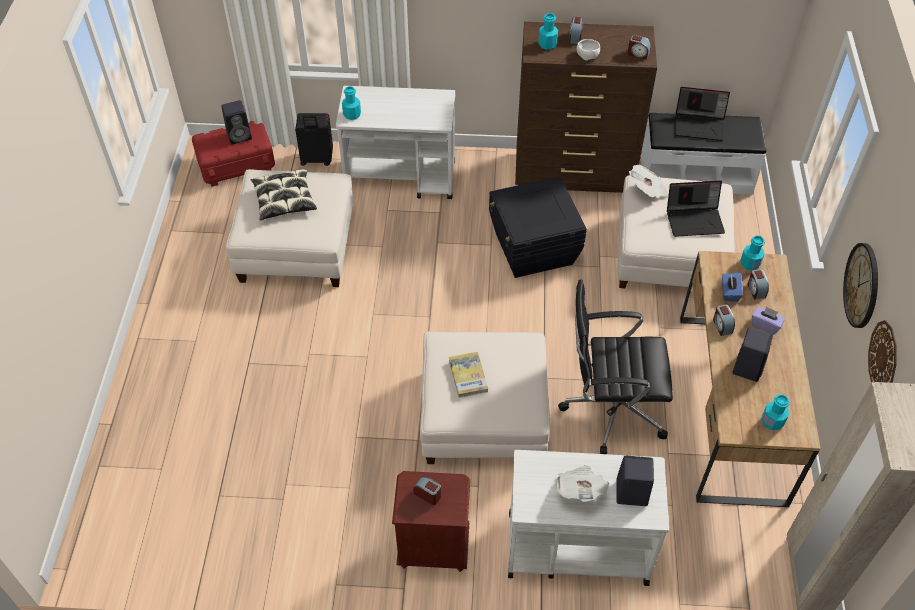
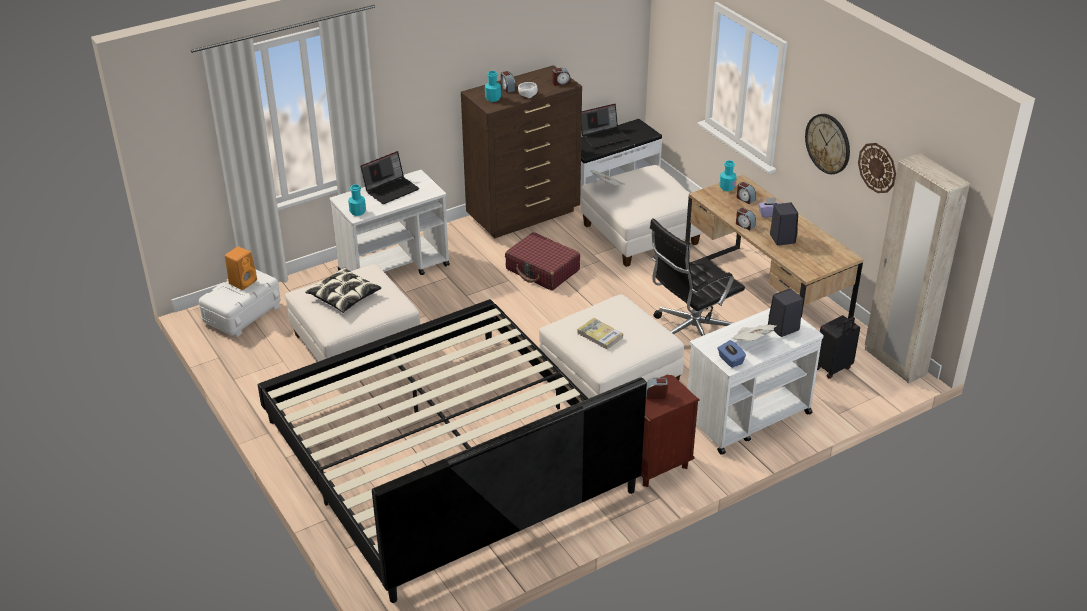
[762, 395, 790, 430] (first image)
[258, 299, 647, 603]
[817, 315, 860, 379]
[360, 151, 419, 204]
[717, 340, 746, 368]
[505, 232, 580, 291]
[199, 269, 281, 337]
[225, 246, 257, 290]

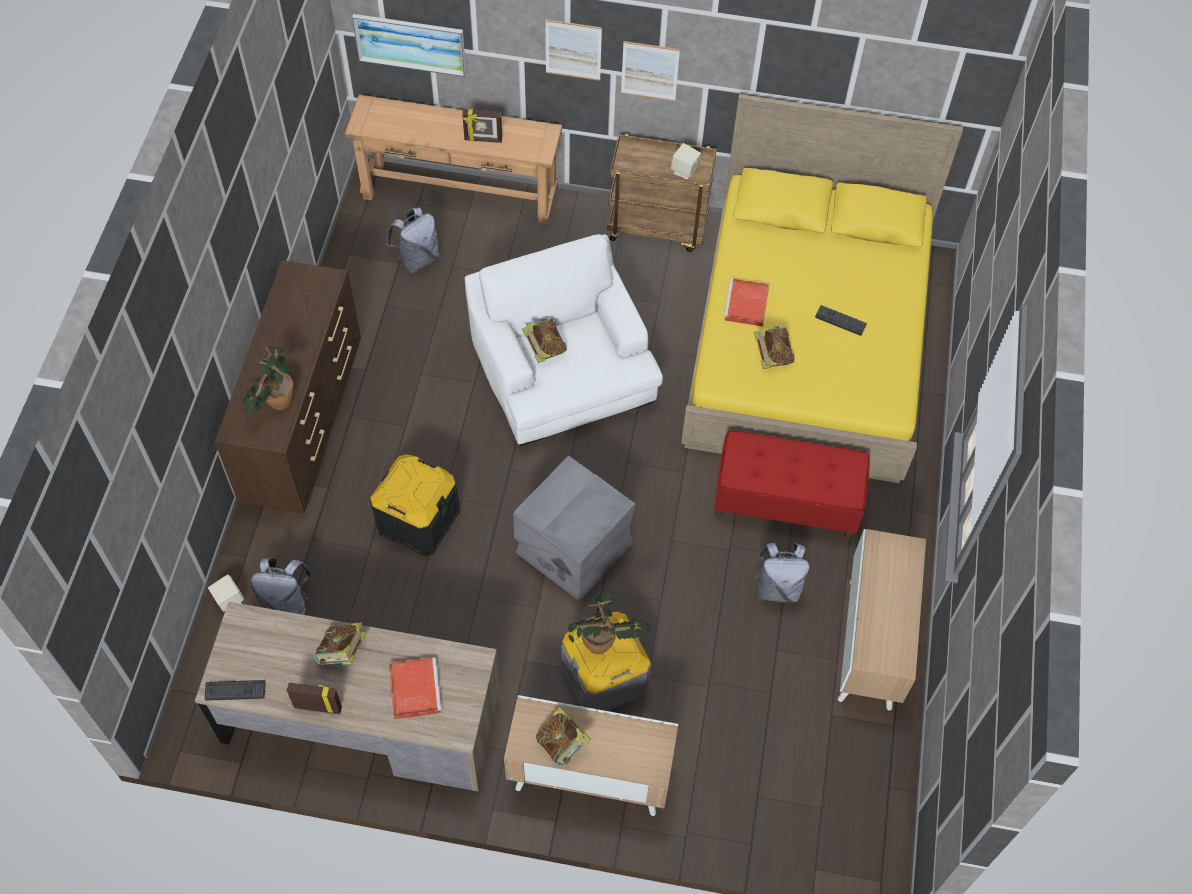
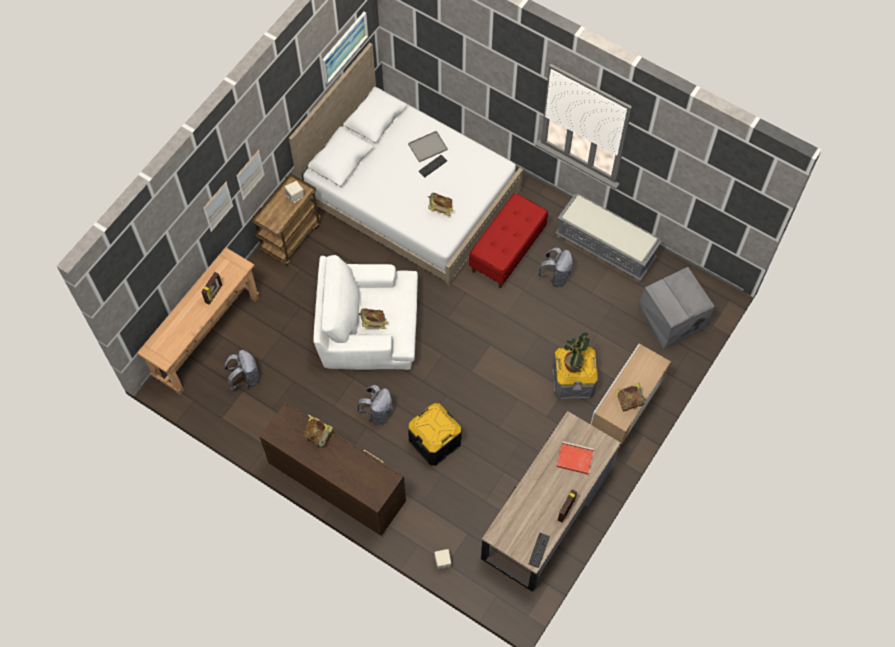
[243, 346, 294, 415] (first image)
[724, 279, 770, 327] (first image)
[408, 130, 448, 162]
[357, 385, 393, 425]
[303, 416, 333, 447]
[322, 12, 369, 84]
[638, 267, 714, 349]
[556, 193, 662, 282]
[289, 43, 523, 286]

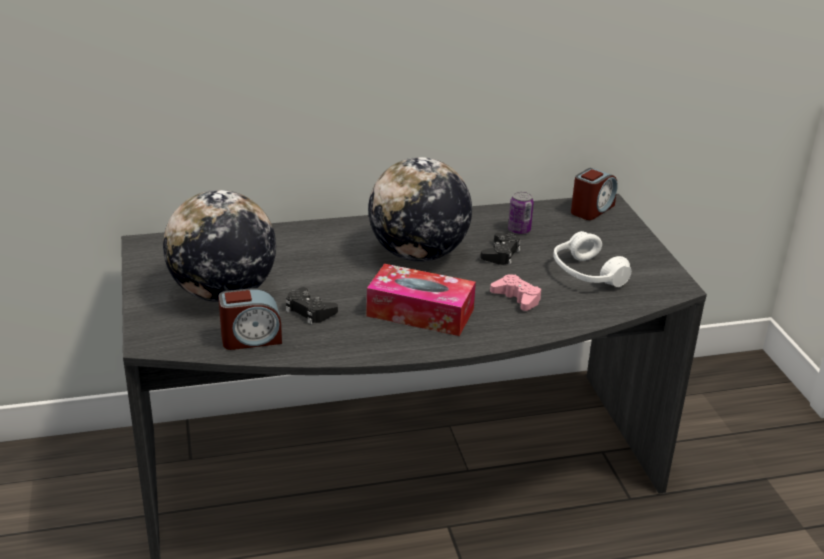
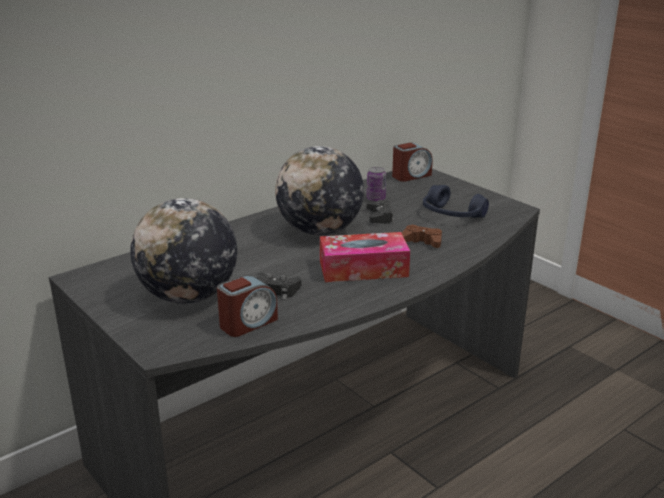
[402, 225, 442, 248]
[423, 185, 489, 218]
[392, 143, 433, 182]

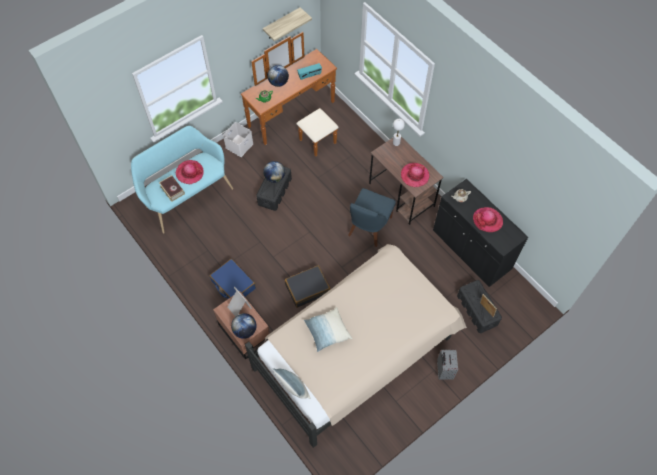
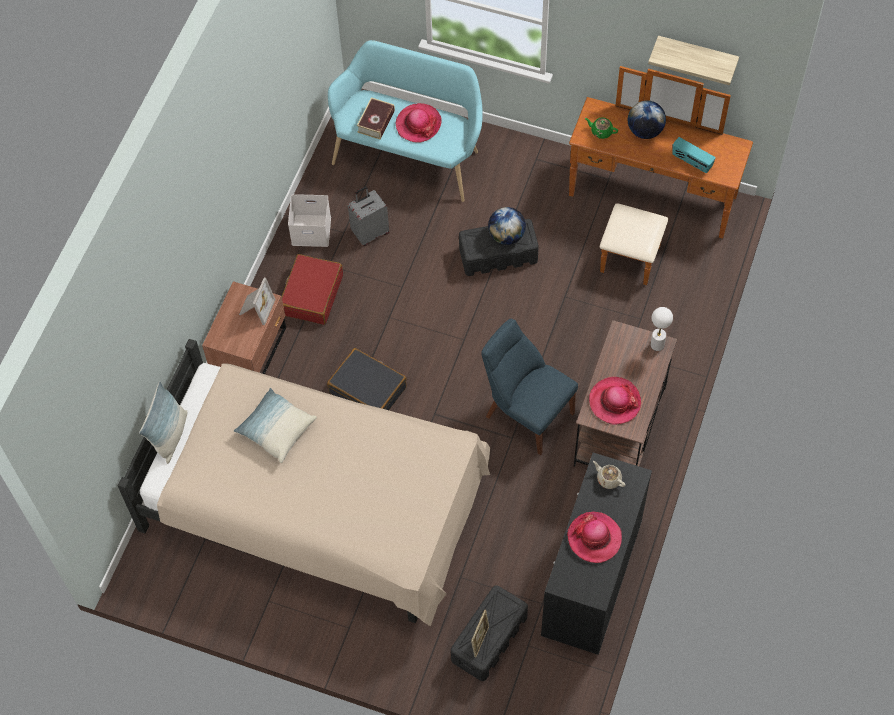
[231, 313, 256, 339] (first image)
[288, 194, 331, 247]
[348, 186, 389, 246]
[282, 254, 343, 325]
[481, 319, 578, 455]

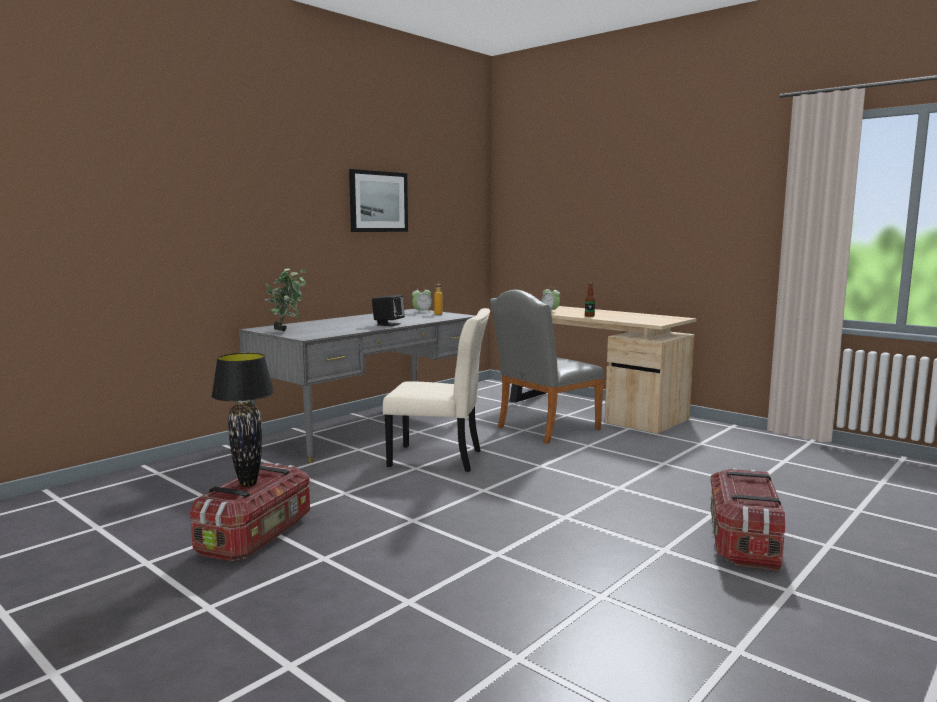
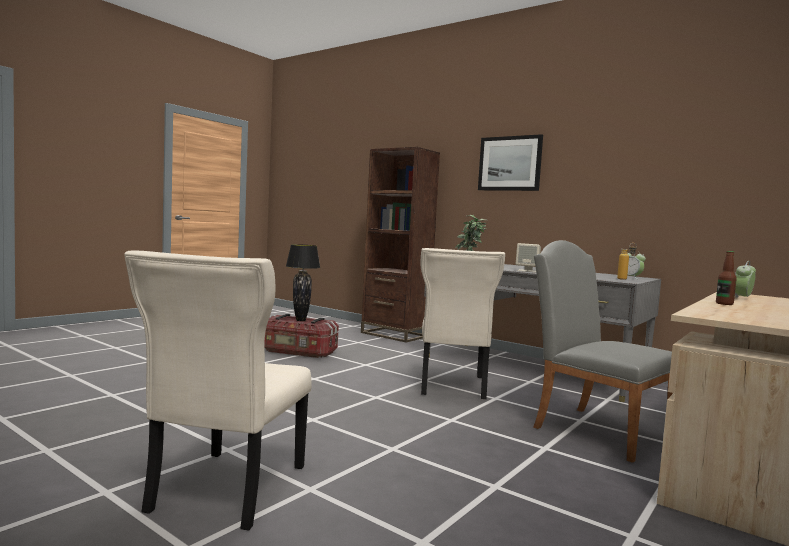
[361, 147, 440, 342]
[478, 134, 543, 191]
[124, 251, 311, 531]
[516, 243, 541, 272]

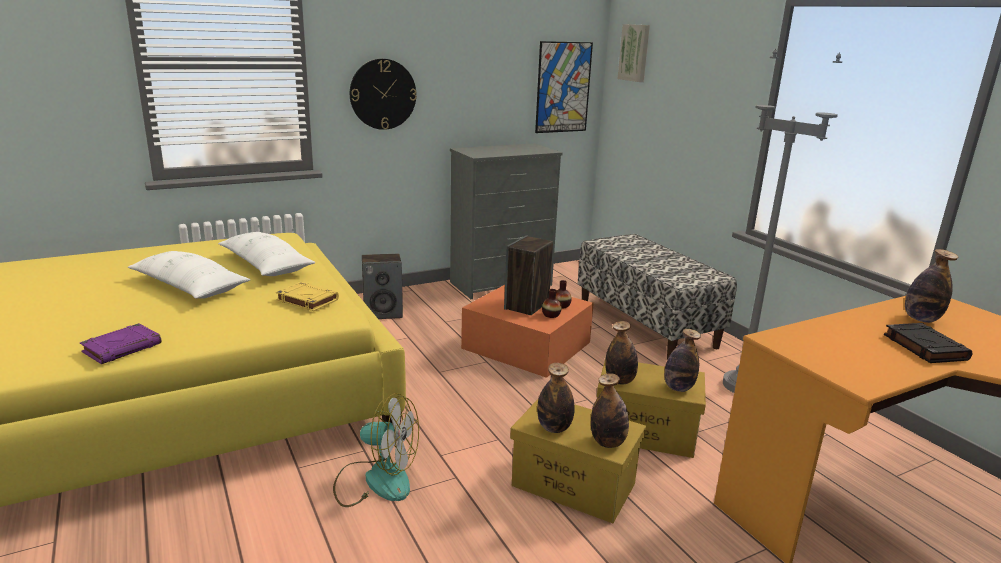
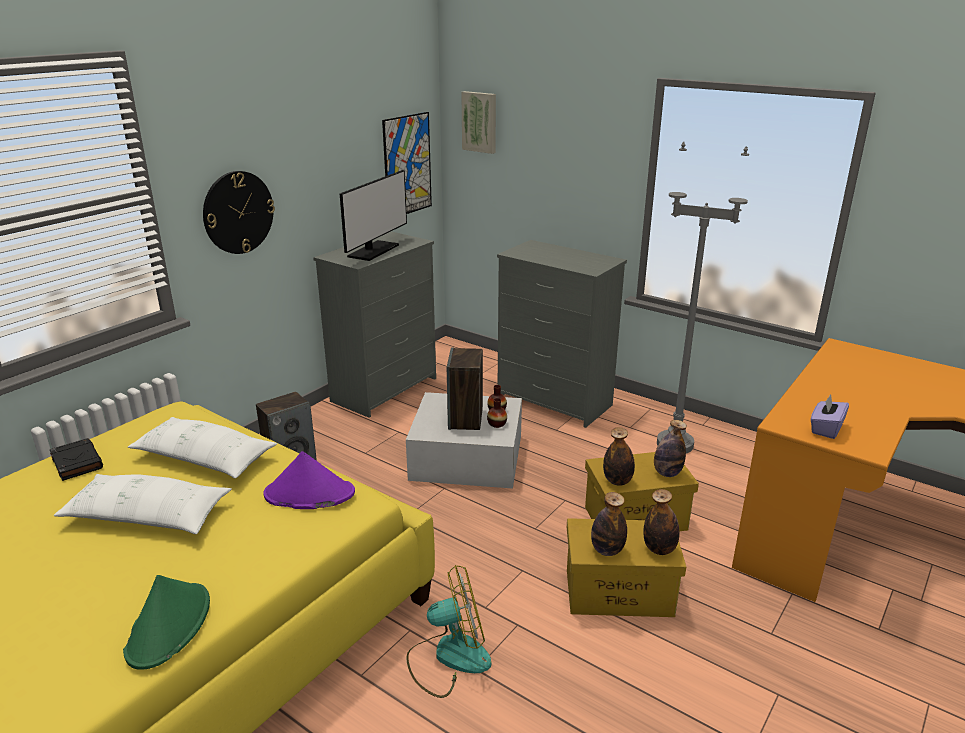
[905, 249, 958, 323] (first image)
[340, 170, 407, 261]
[811, 394, 849, 439]
[50, 438, 103, 481]
[123, 575, 210, 670]
[263, 451, 355, 509]
[497, 240, 627, 428]
[406, 392, 522, 489]

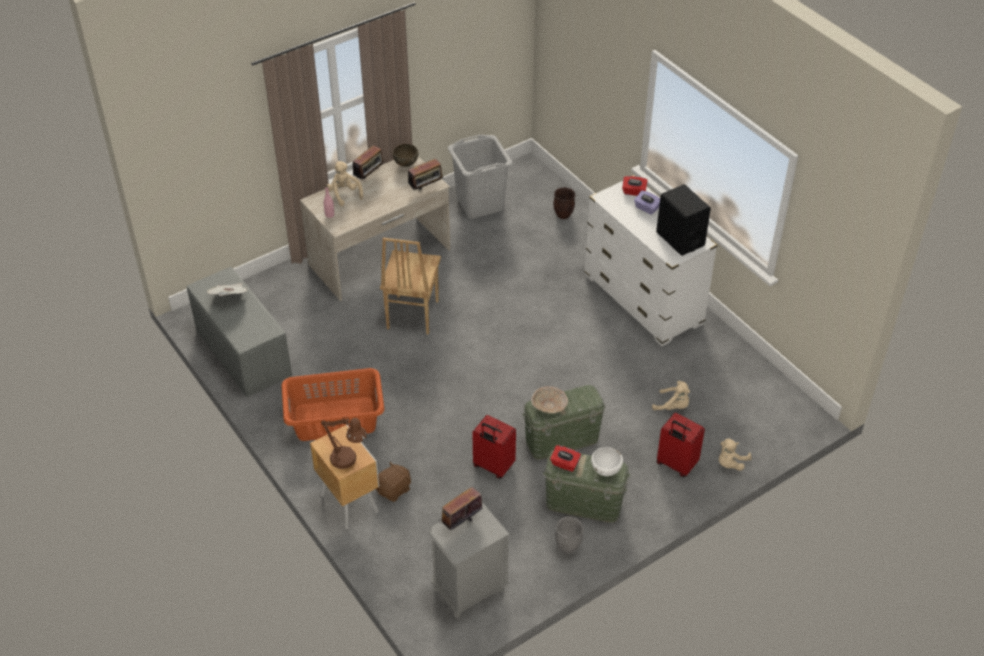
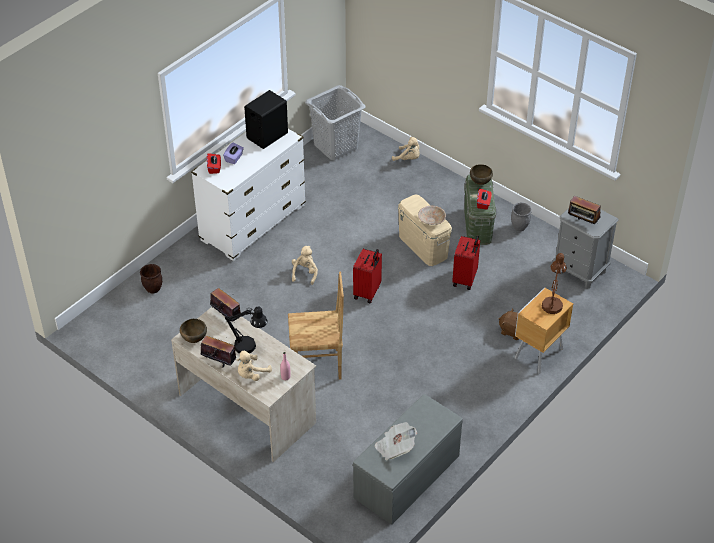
[281, 368, 384, 441] (first image)
[225, 307, 268, 354]
[305, 85, 365, 160]
[292, 246, 318, 285]
[353, 249, 382, 303]
[398, 194, 452, 266]
[470, 164, 493, 185]

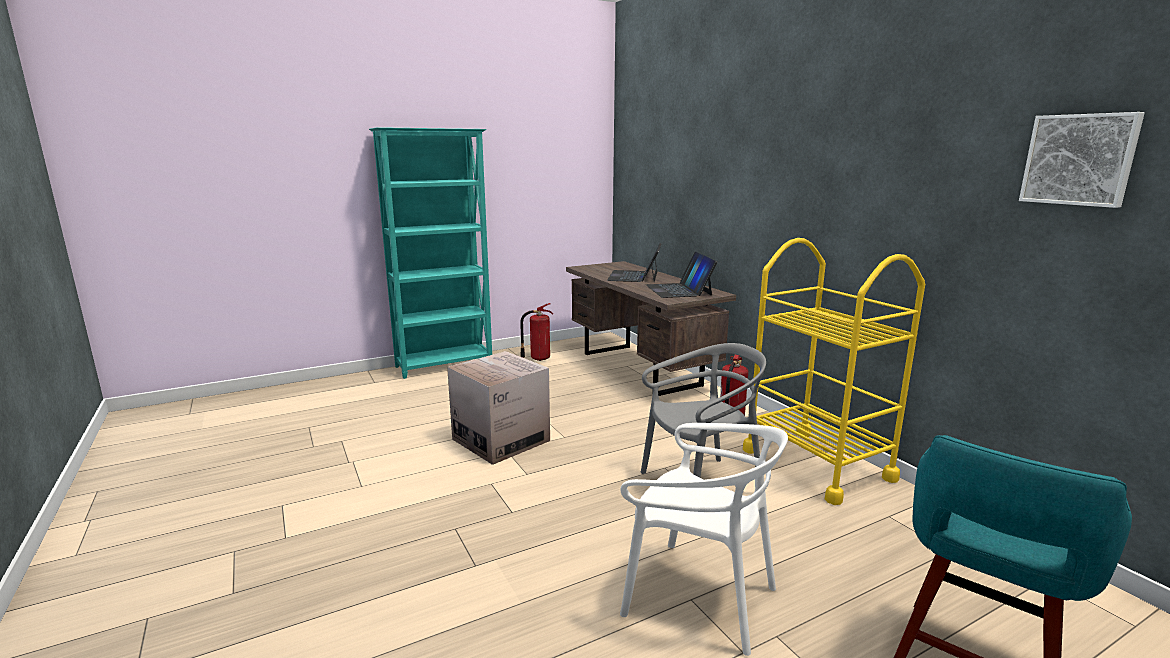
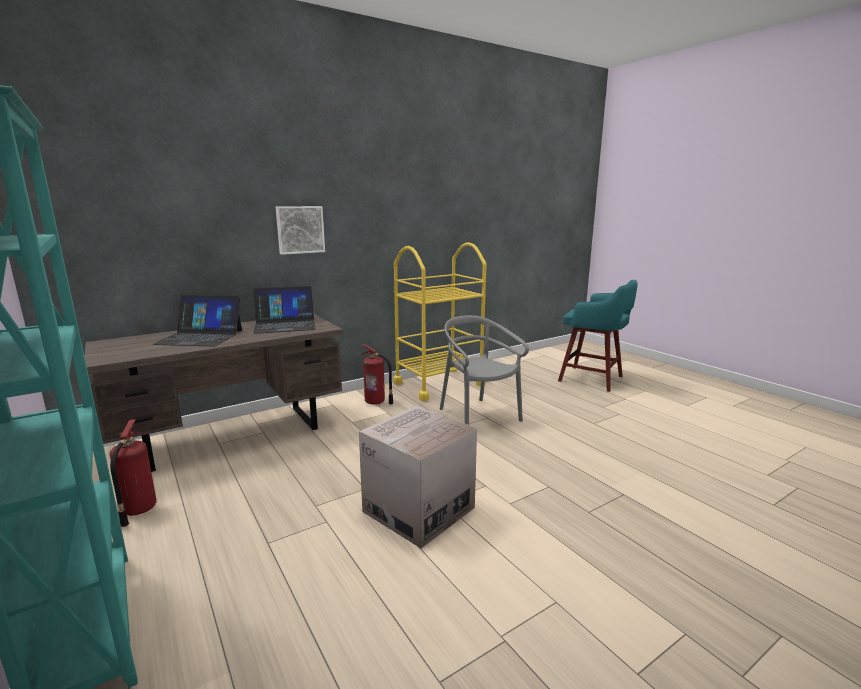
[620, 423, 788, 656] (first image)
[276, 206, 325, 255]

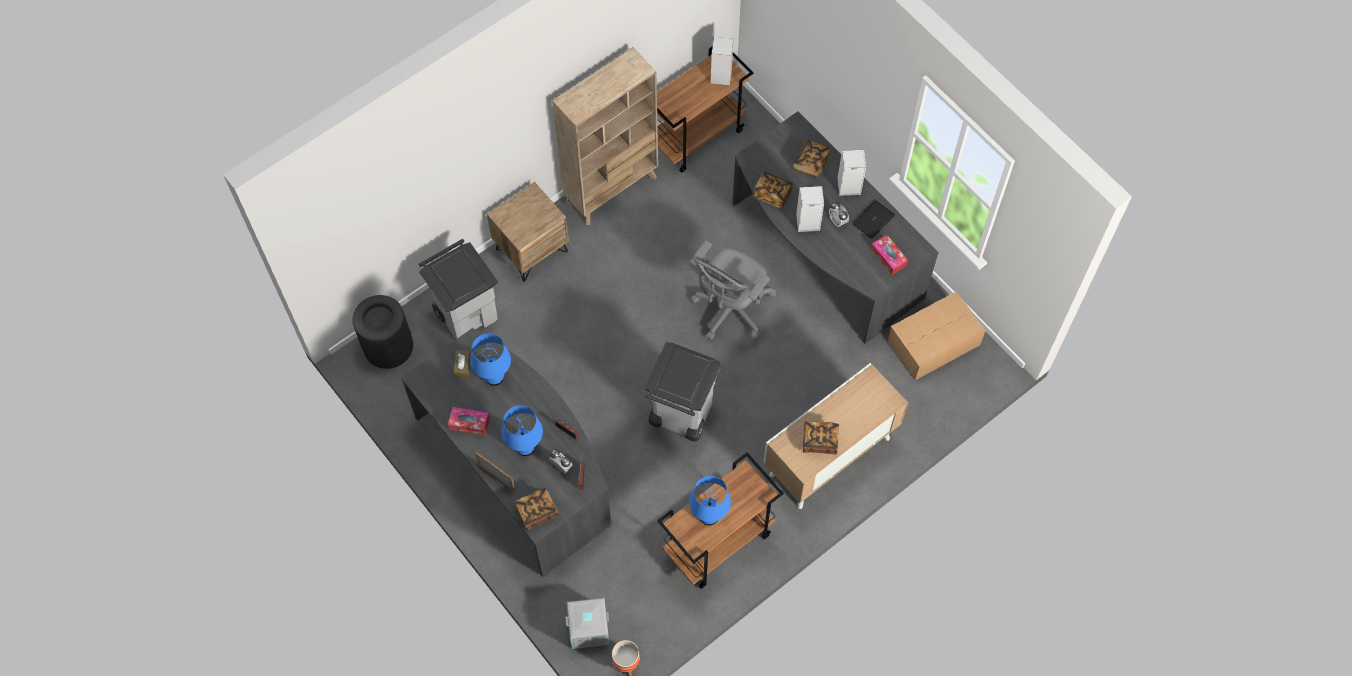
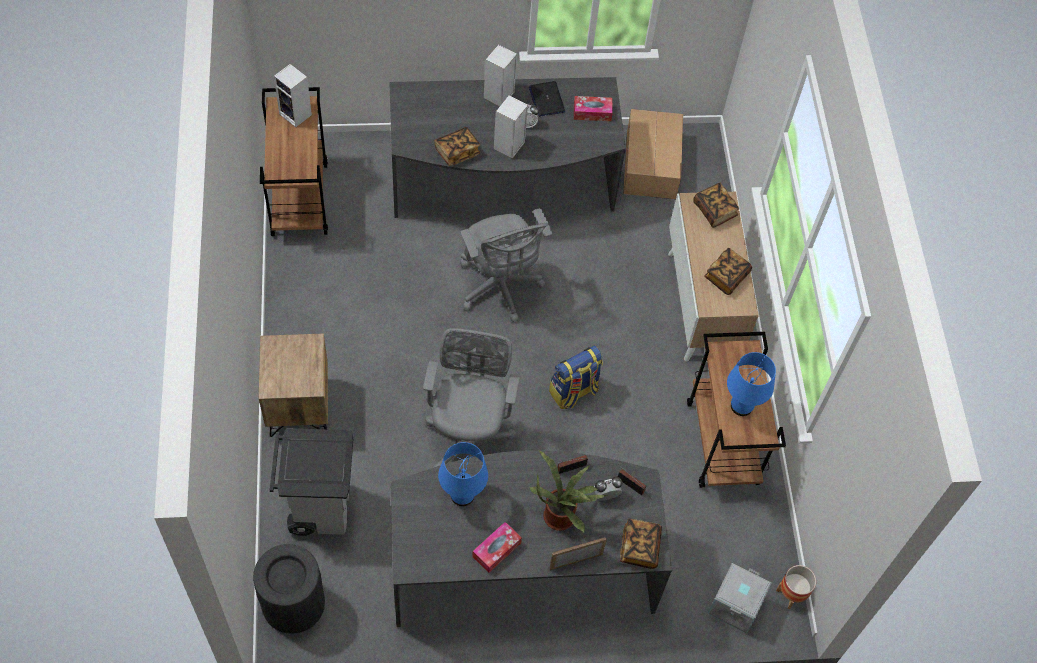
[454, 350, 471, 378] (first image)
[552, 47, 658, 225] (first image)
[423, 328, 520, 468]
[693, 183, 739, 228]
[529, 451, 607, 534]
[549, 345, 603, 409]

